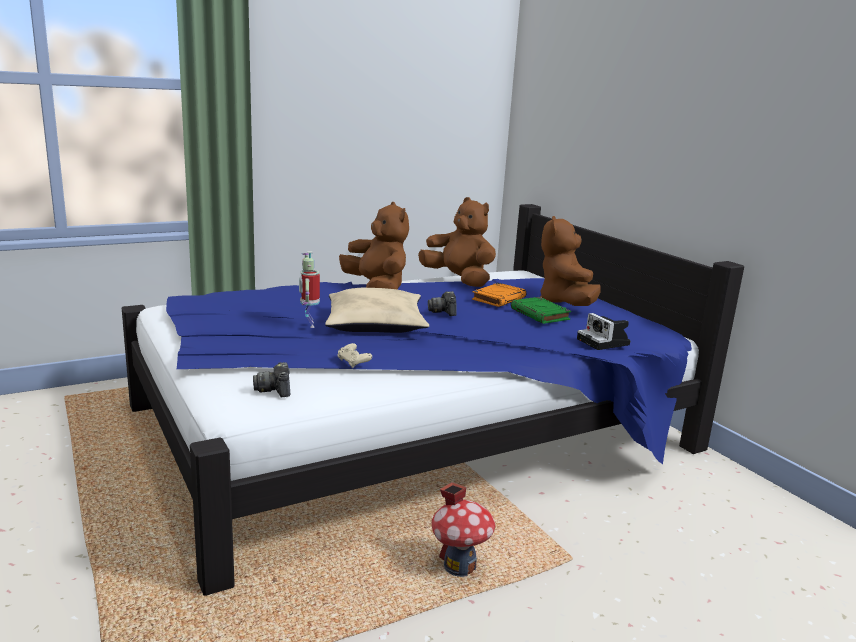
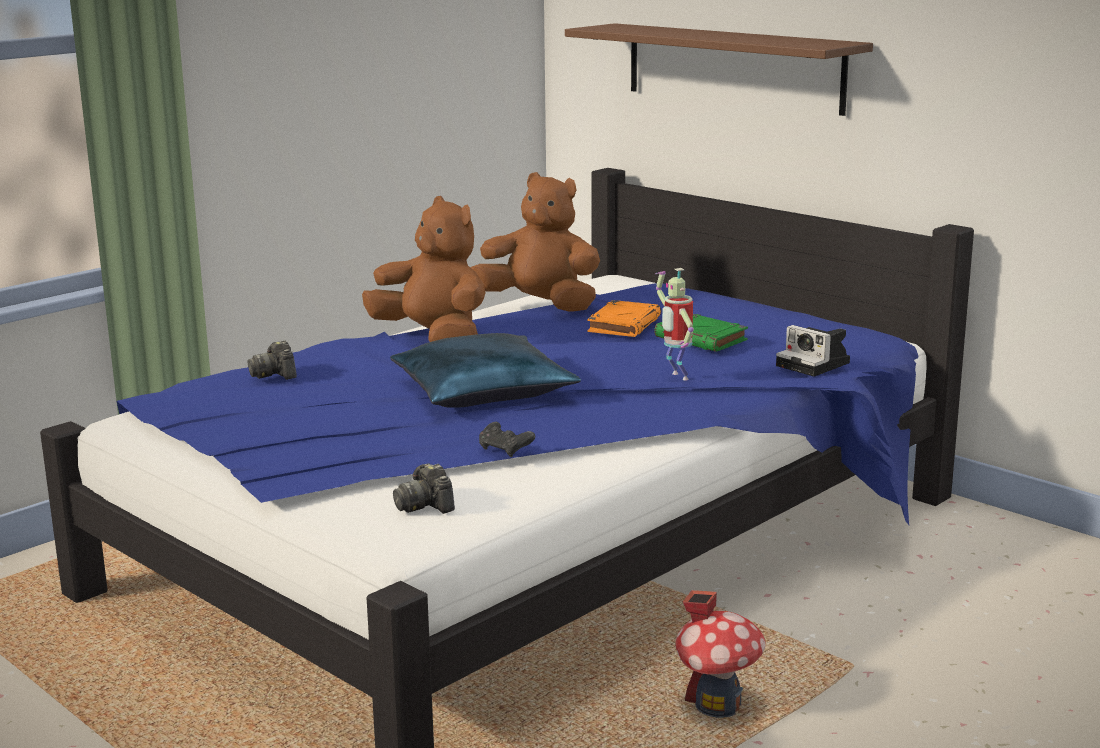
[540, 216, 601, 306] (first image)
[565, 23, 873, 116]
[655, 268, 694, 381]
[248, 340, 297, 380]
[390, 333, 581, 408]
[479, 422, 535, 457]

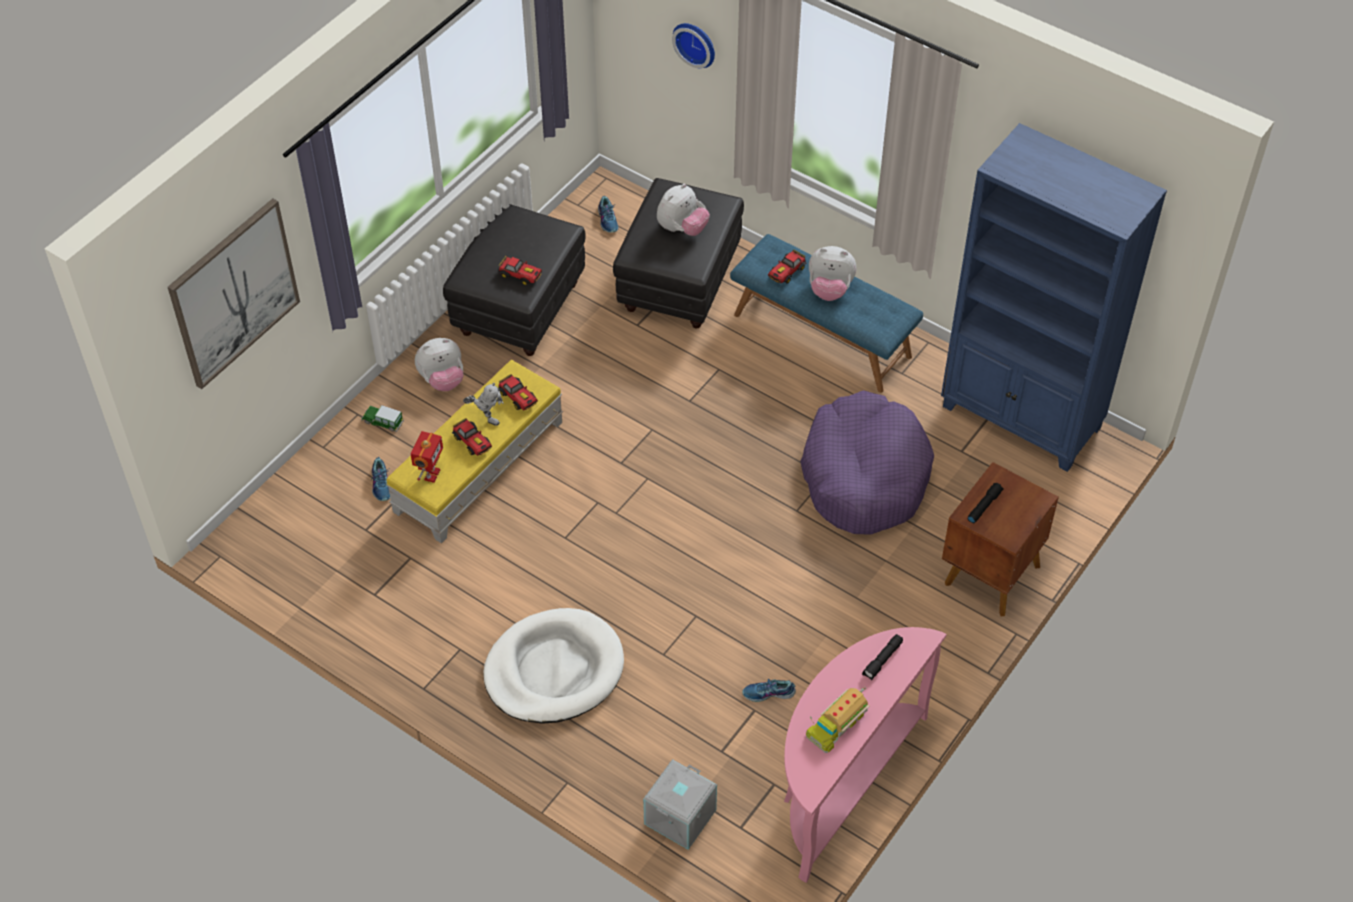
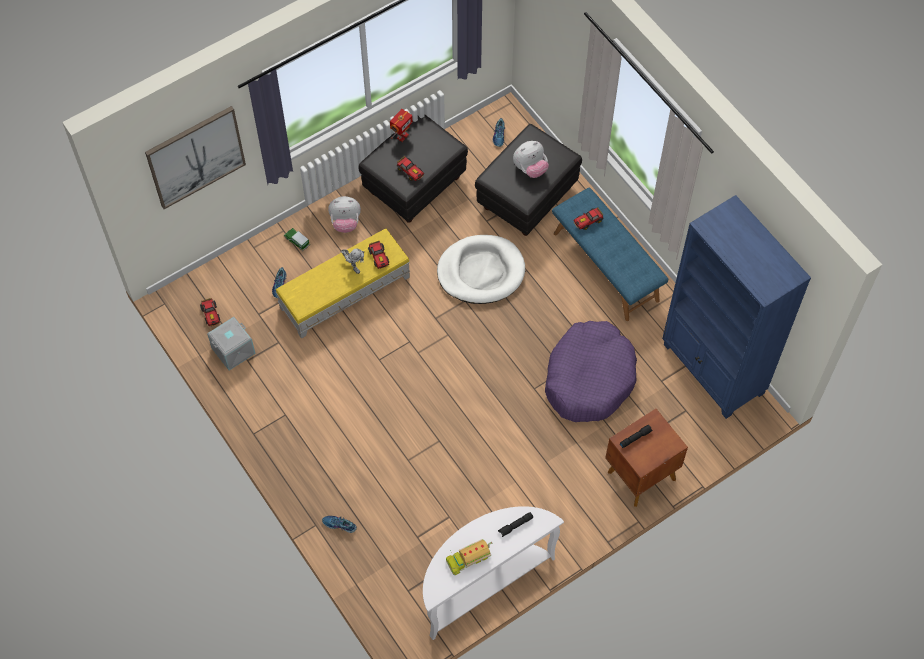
[672, 23, 715, 68] (first image)
[809, 246, 856, 301] (first image)
[390, 109, 413, 142]
[200, 298, 220, 326]
[437, 235, 525, 304]
[207, 317, 256, 370]
[322, 516, 357, 533]
[423, 506, 564, 640]

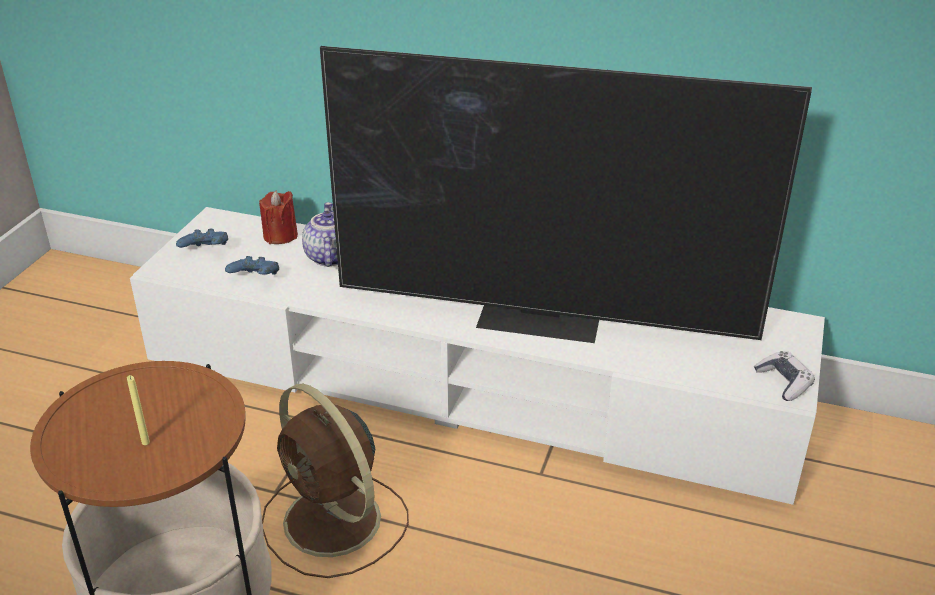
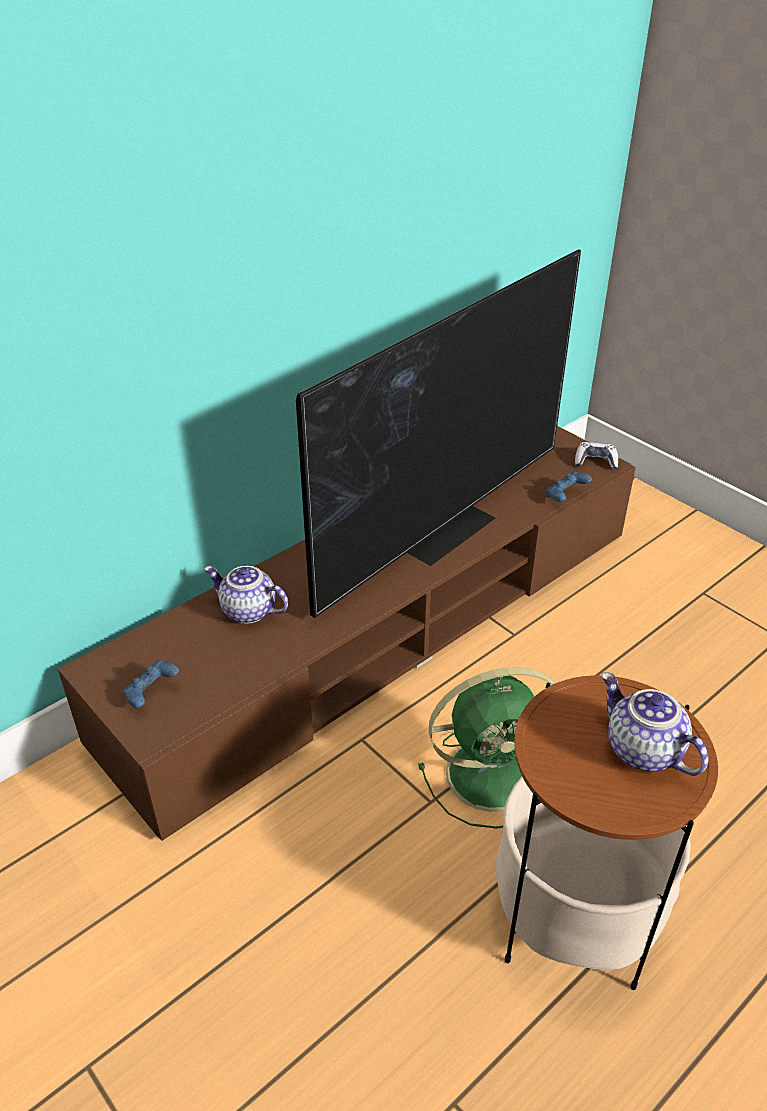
[259, 191, 298, 244] (first image)
[546, 472, 592, 502]
[601, 672, 708, 776]
[58, 426, 636, 841]
[418, 668, 555, 829]

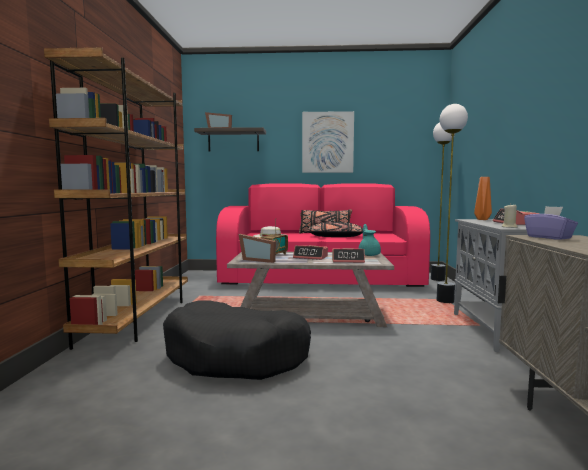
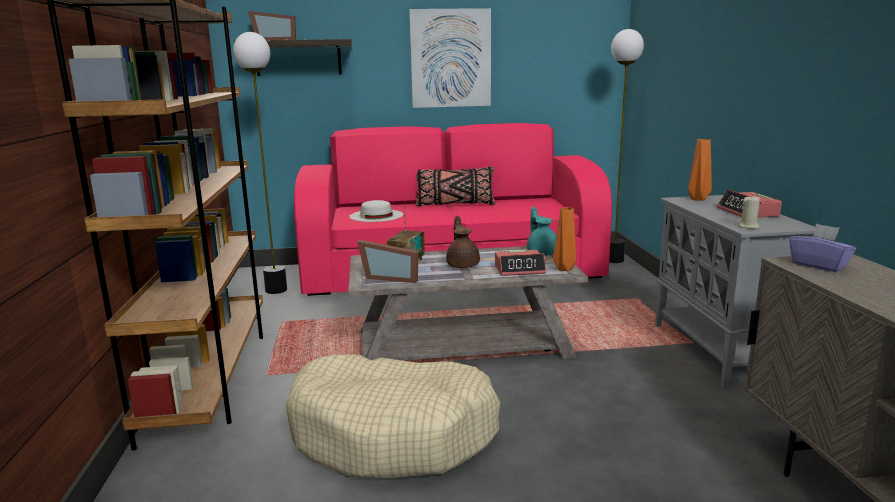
[308, 222, 363, 237] (first image)
[553, 207, 576, 271]
[233, 32, 287, 294]
[446, 216, 480, 268]
[286, 355, 501, 478]

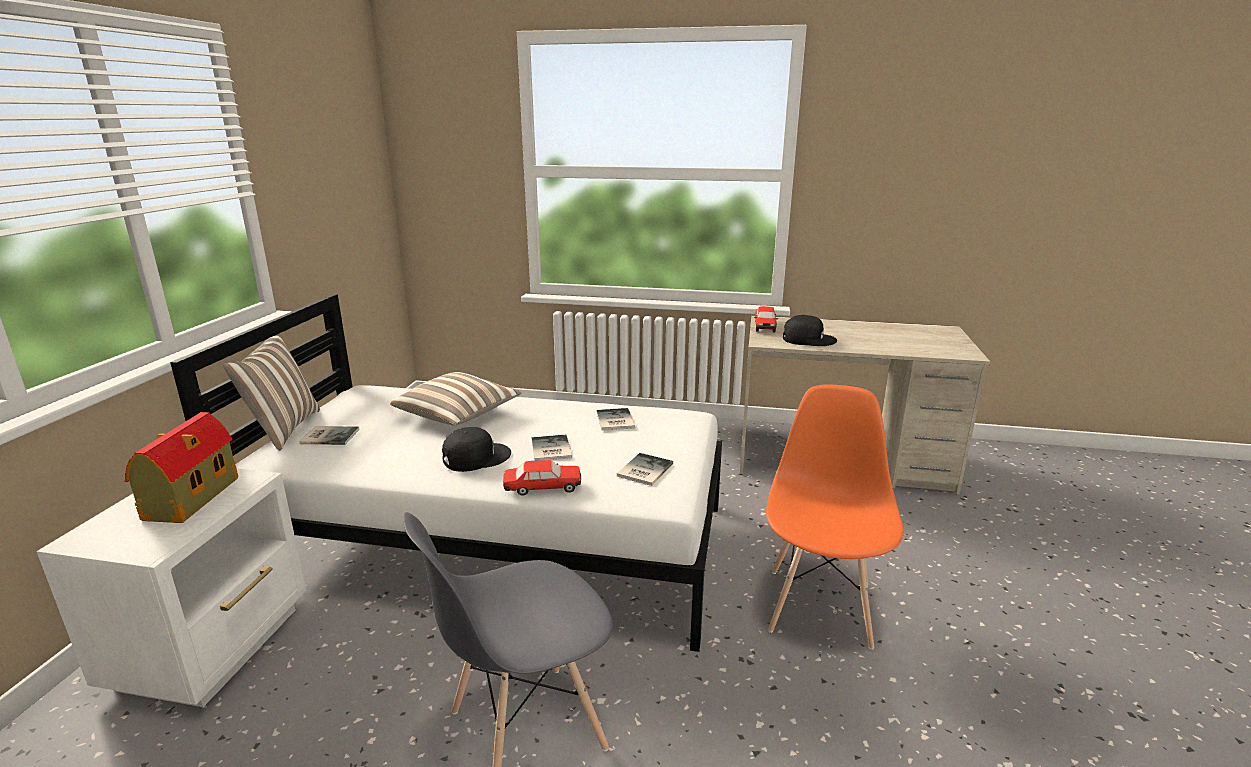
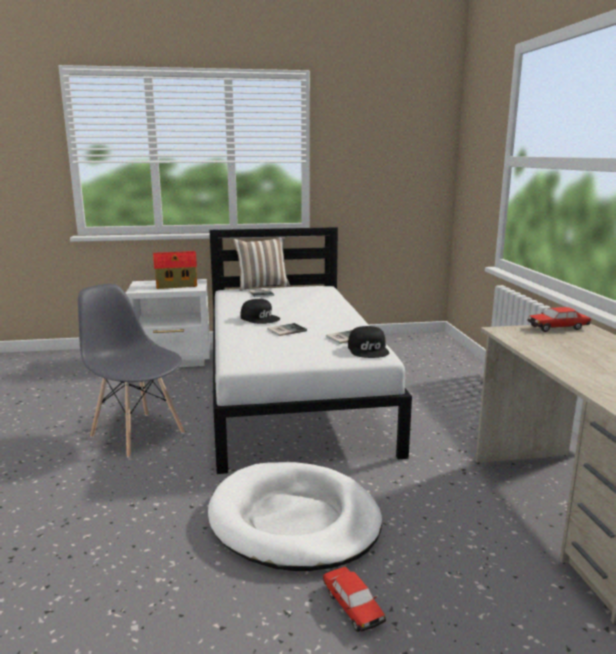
[390, 372, 521, 426] (first image)
[617, 453, 673, 486] (first image)
[323, 567, 386, 632]
[348, 326, 389, 358]
[208, 462, 382, 571]

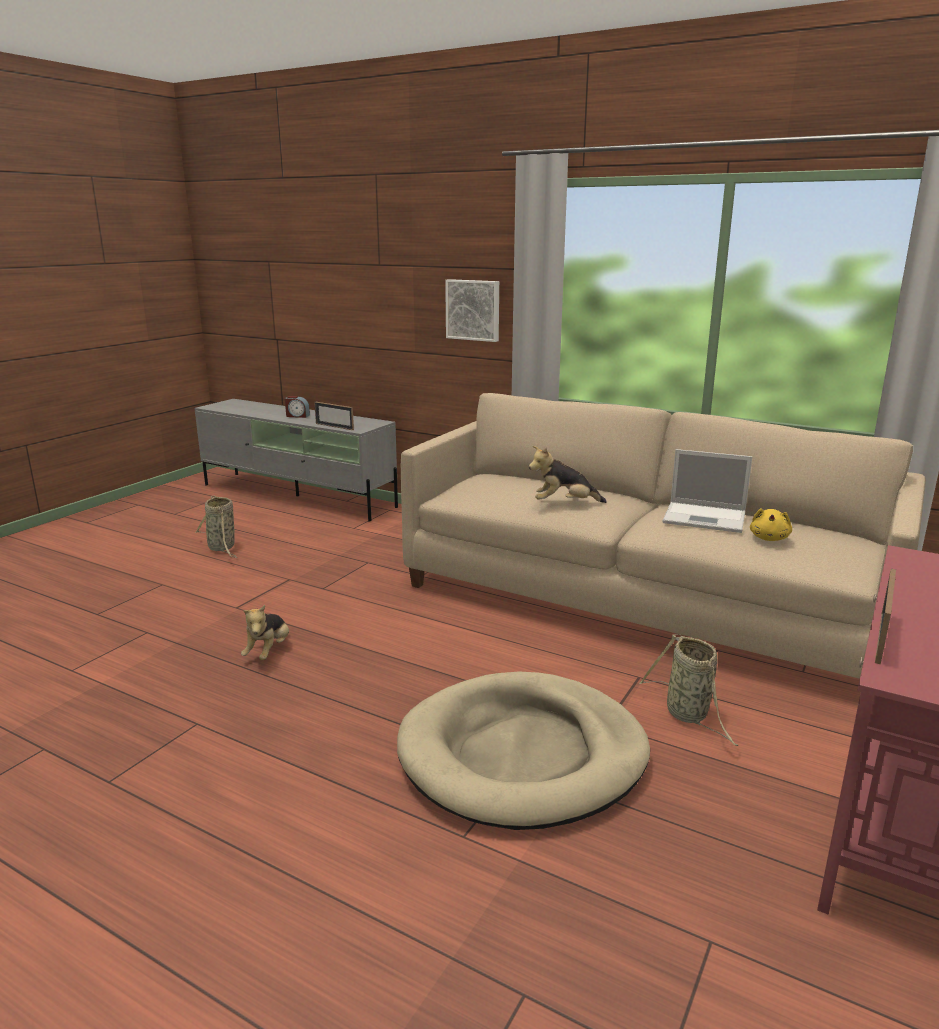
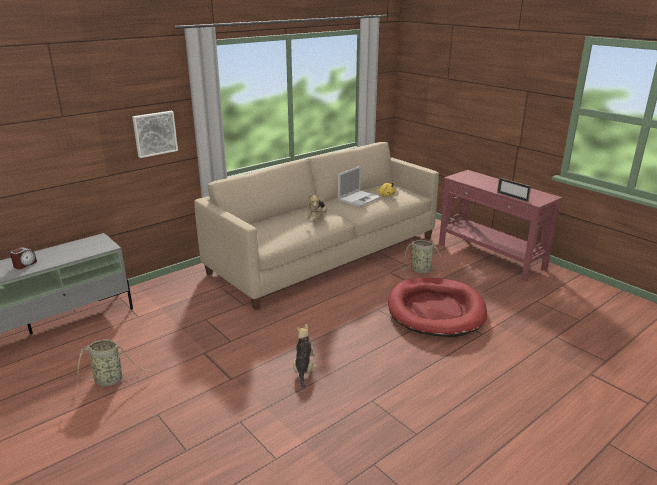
[314, 402, 354, 430] (first image)
[388, 278, 487, 337]
[293, 324, 317, 389]

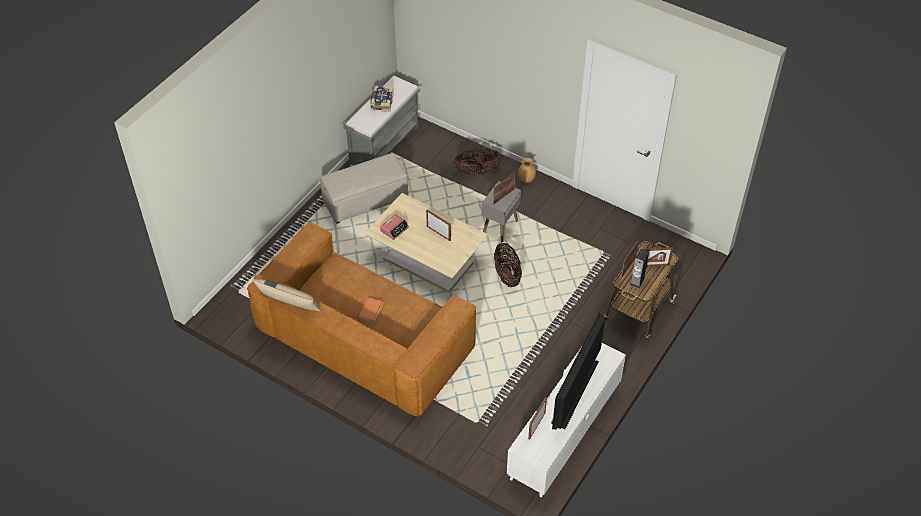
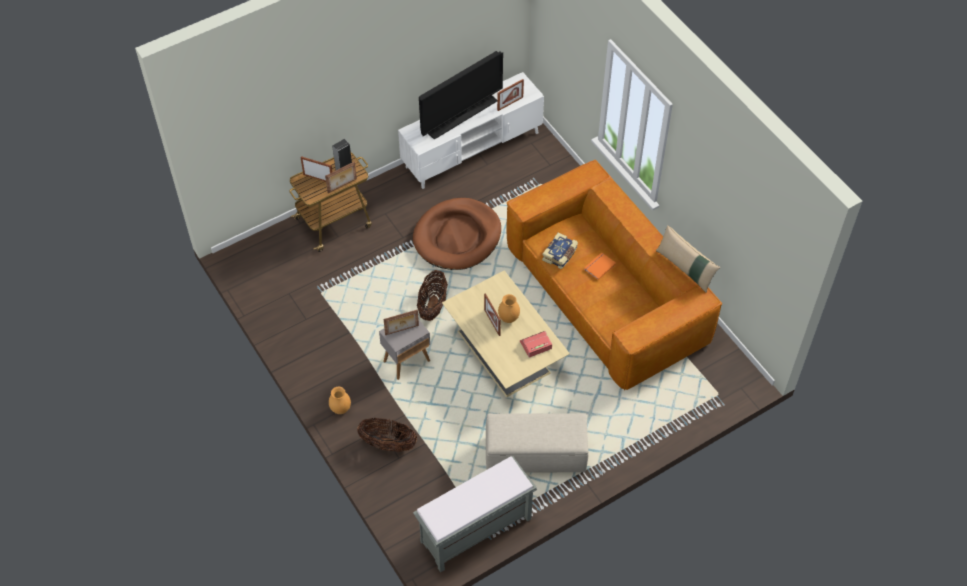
[413, 198, 501, 270]
[498, 294, 520, 323]
[542, 232, 578, 269]

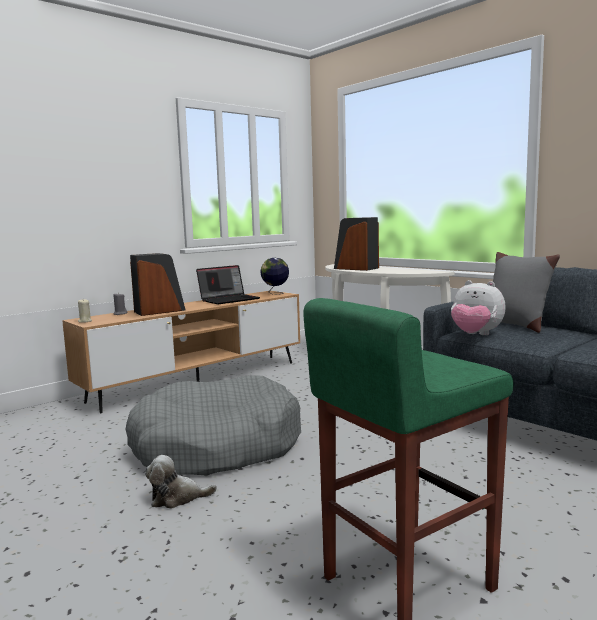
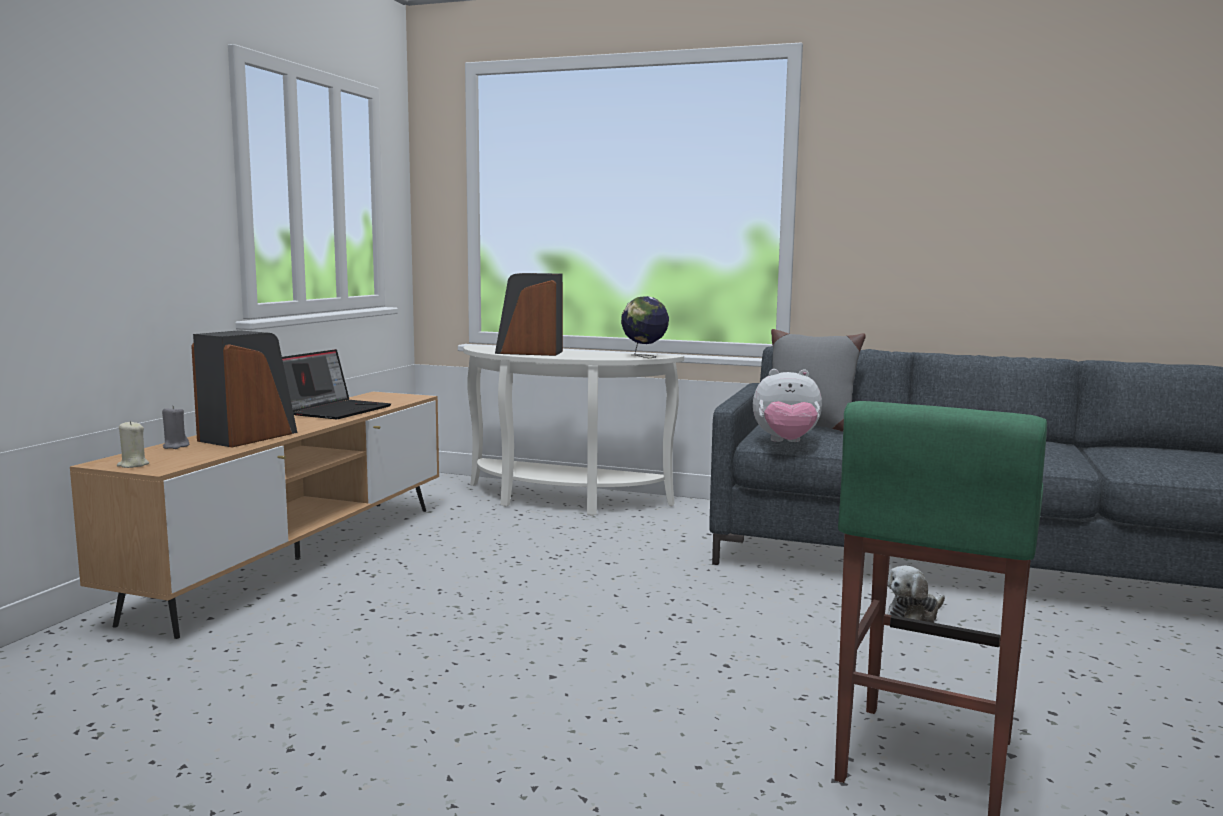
[125, 375, 301, 476] (first image)
[887, 565, 945, 623]
[621, 296, 669, 358]

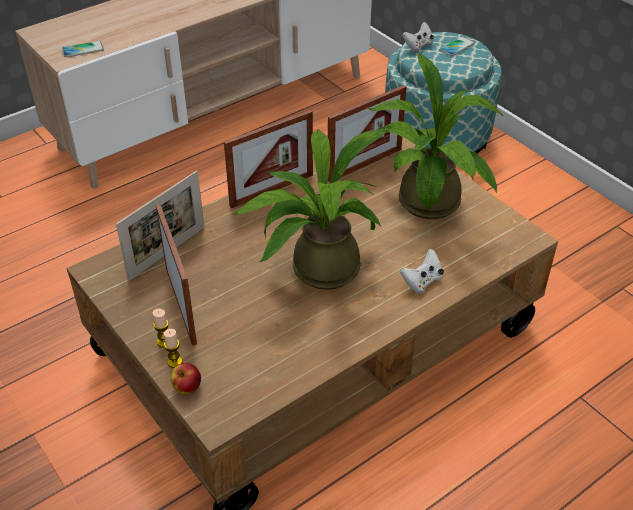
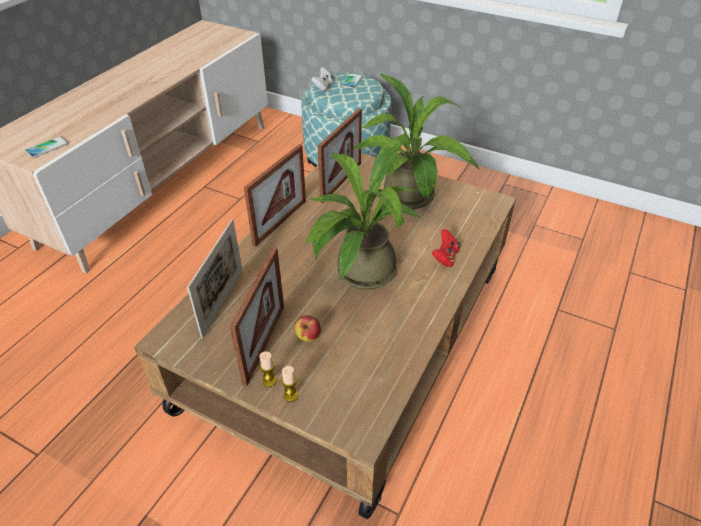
[294, 316, 321, 342]
[432, 229, 461, 267]
[230, 247, 284, 386]

